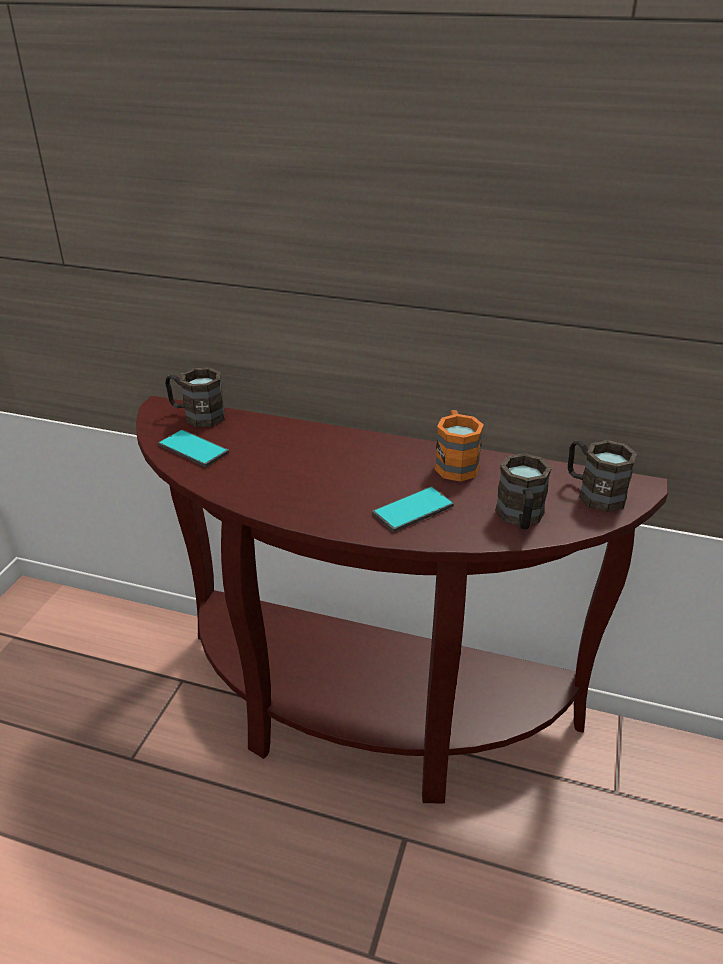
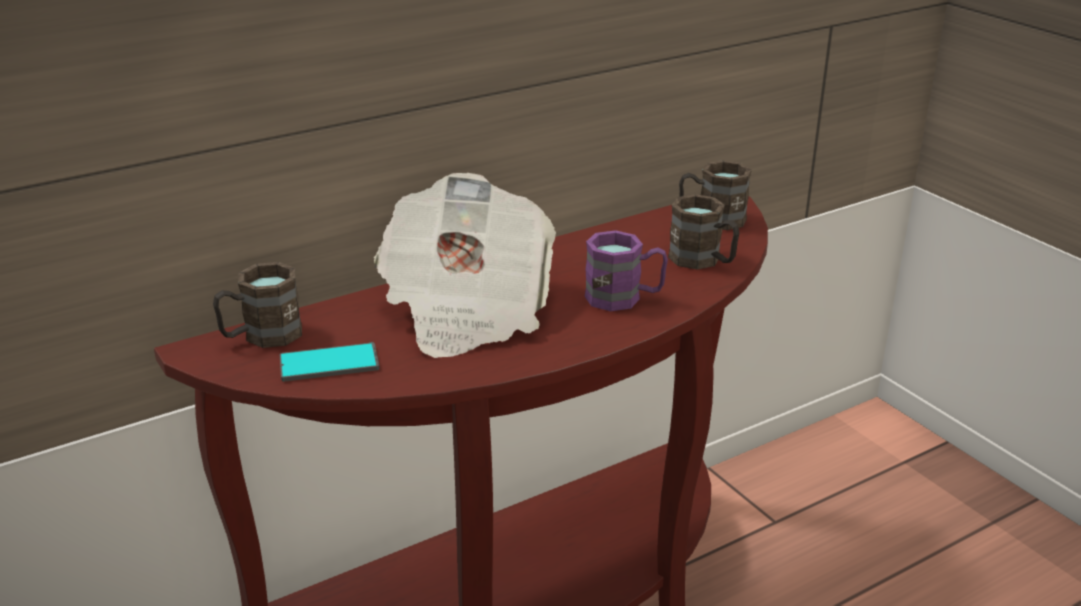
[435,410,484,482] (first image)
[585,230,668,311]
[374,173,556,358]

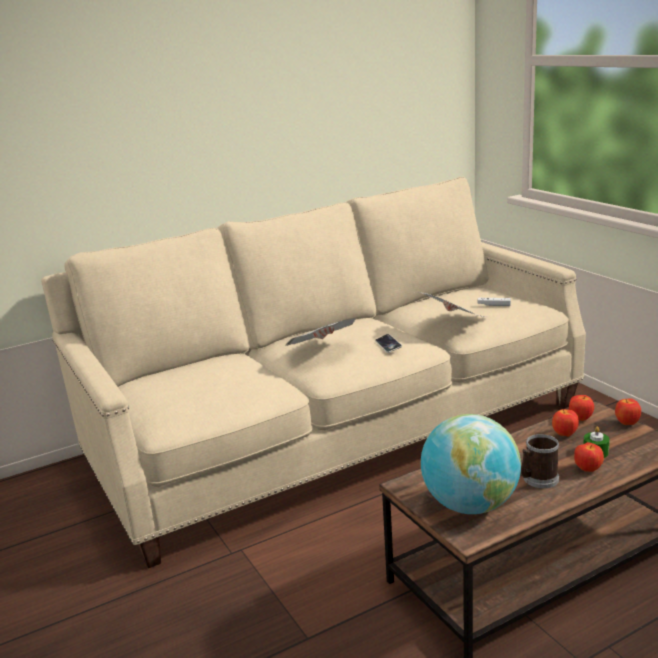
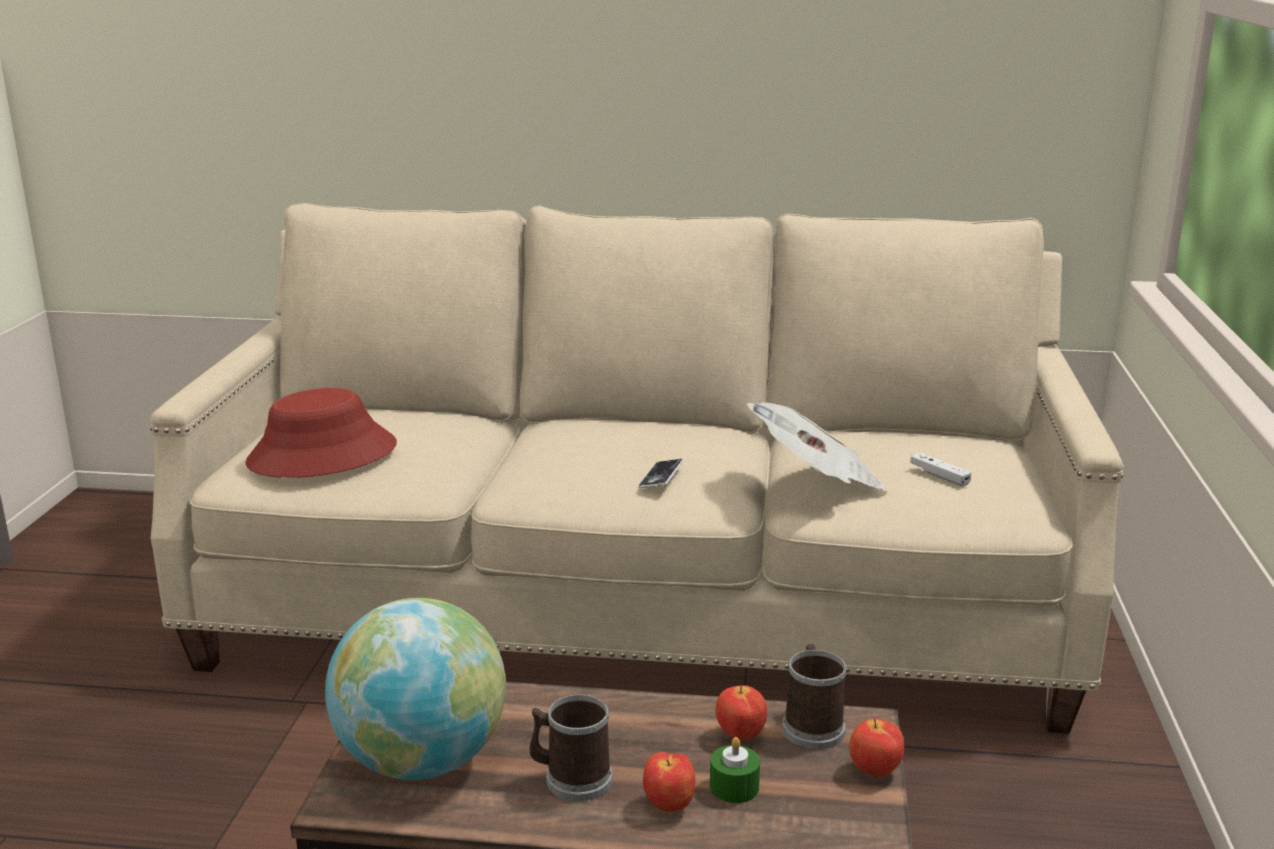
[285,318,356,346] (first image)
[782,644,847,749]
[245,388,397,478]

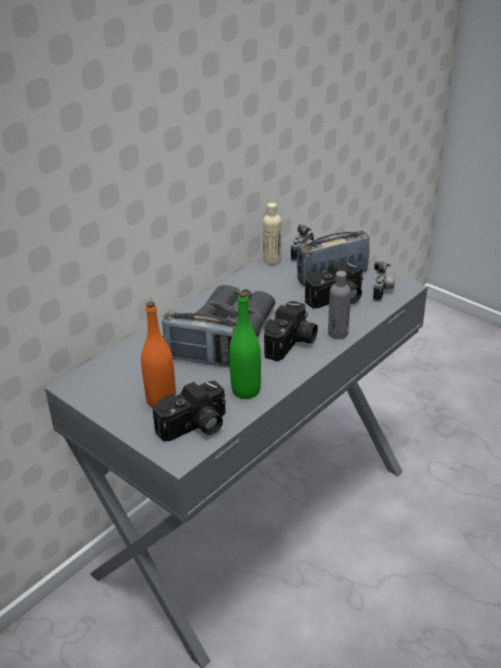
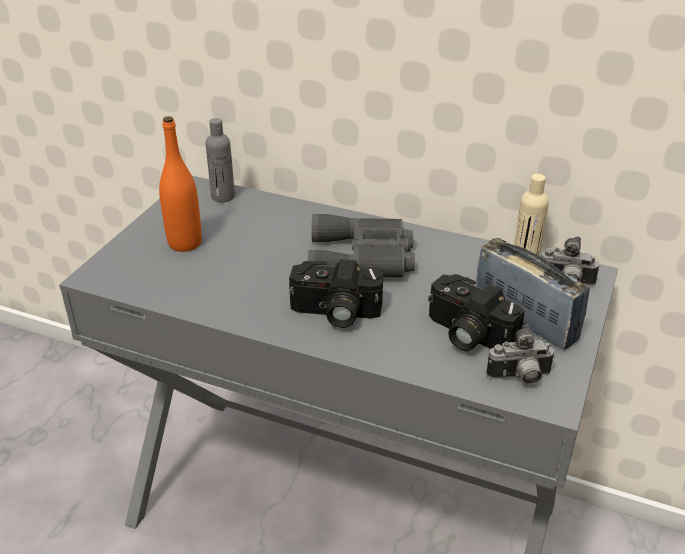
[205,118,235,202]
[229,291,261,399] (first image)
[162,312,238,367] (first image)
[152,381,226,442] (first image)

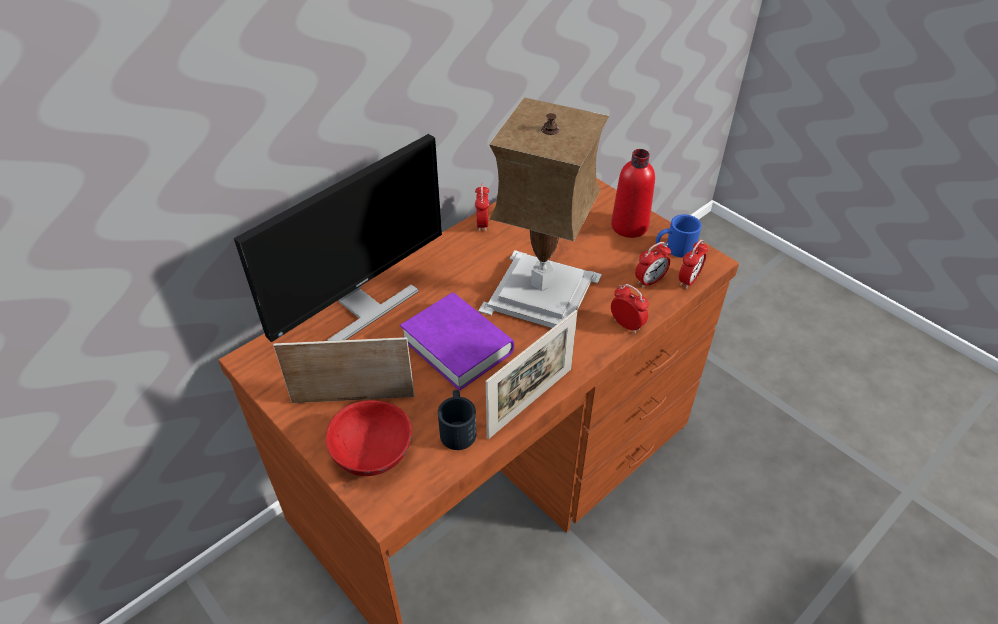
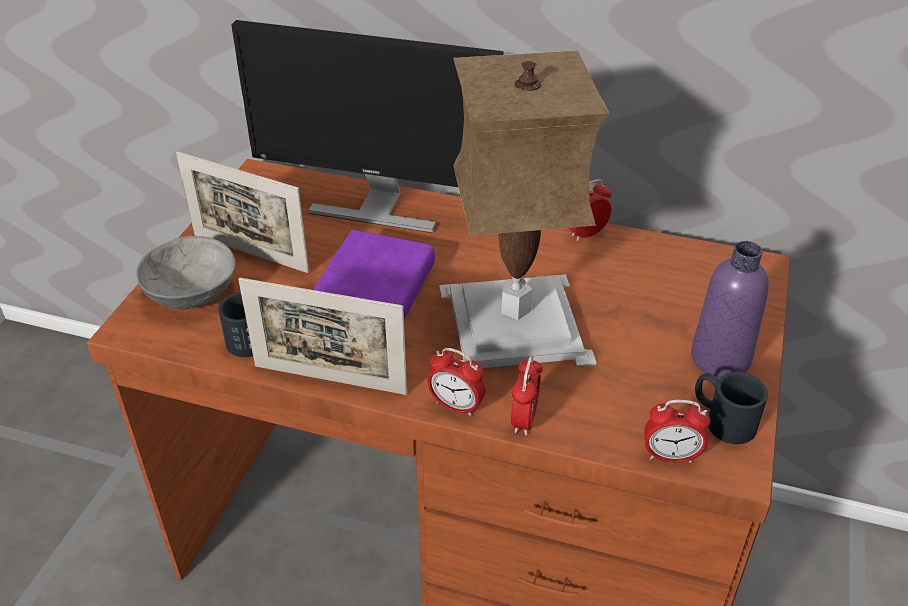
[691,241,769,378]
[695,372,768,444]
[428,348,485,417]
[176,151,309,273]
[137,236,236,309]

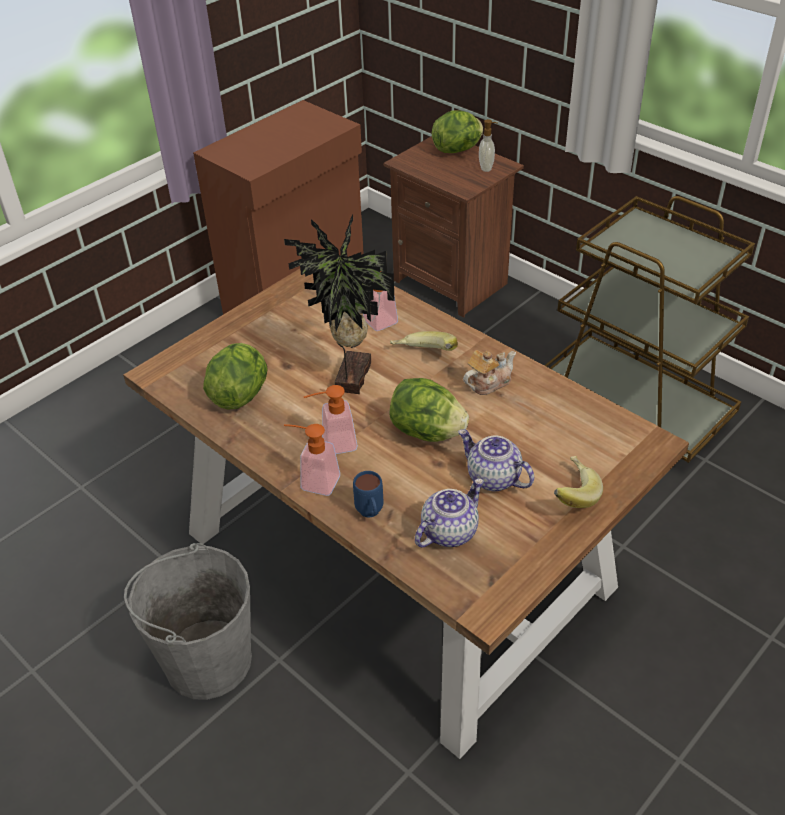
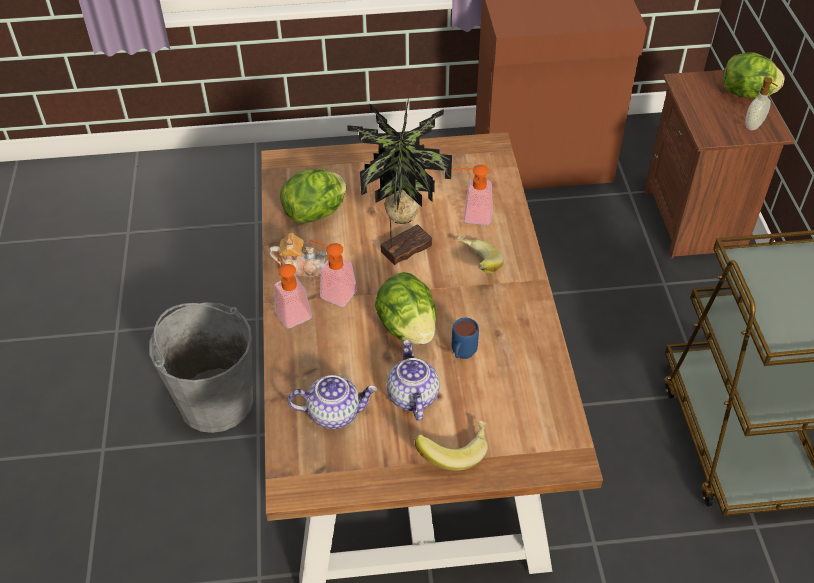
[269,233,327,278]
[452,318,479,359]

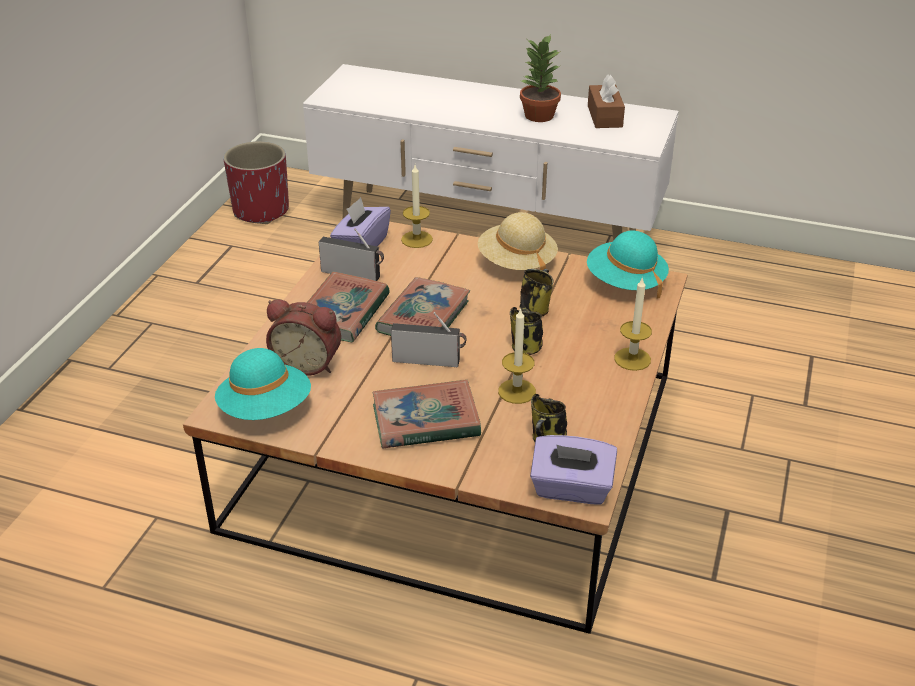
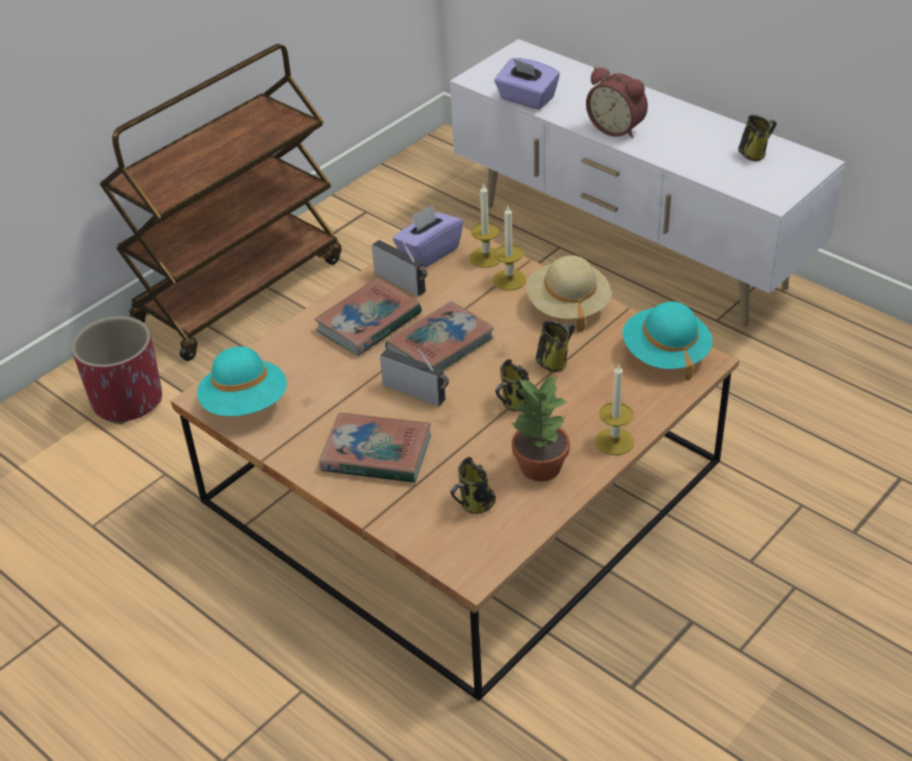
[511,375,570,482]
[738,115,777,161]
[71,316,162,424]
[586,67,648,138]
[493,206,526,290]
[494,58,560,110]
[100,44,341,361]

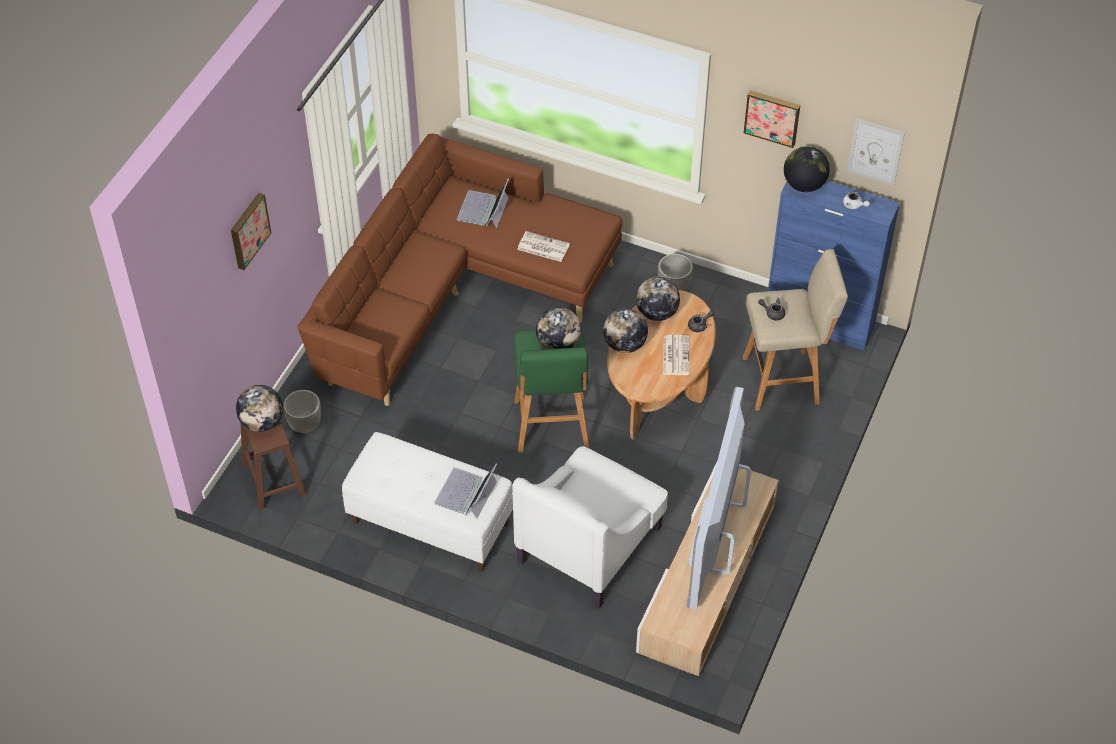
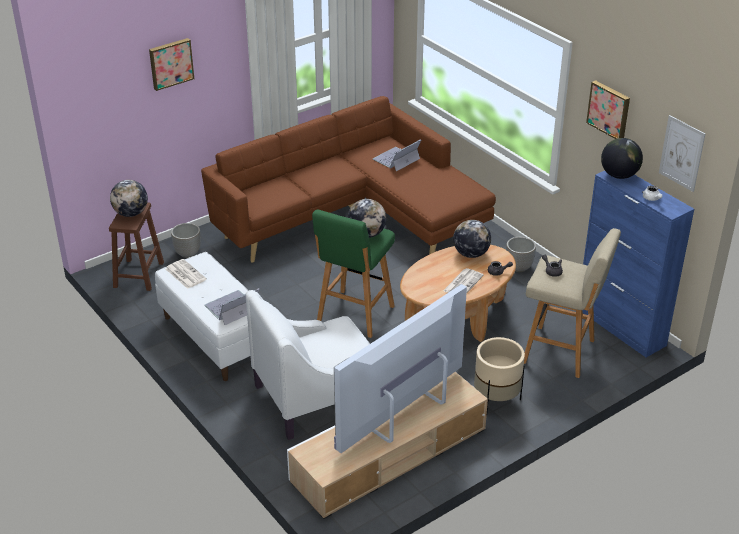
[166,259,207,289]
[603,308,648,353] (first image)
[474,337,525,411]

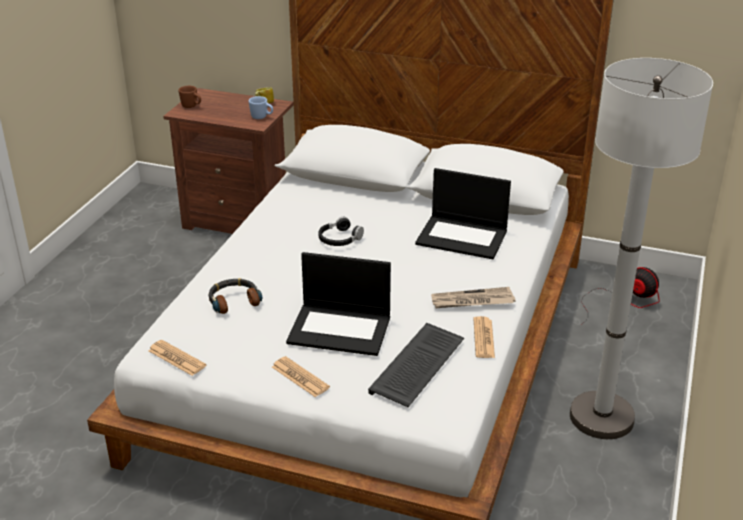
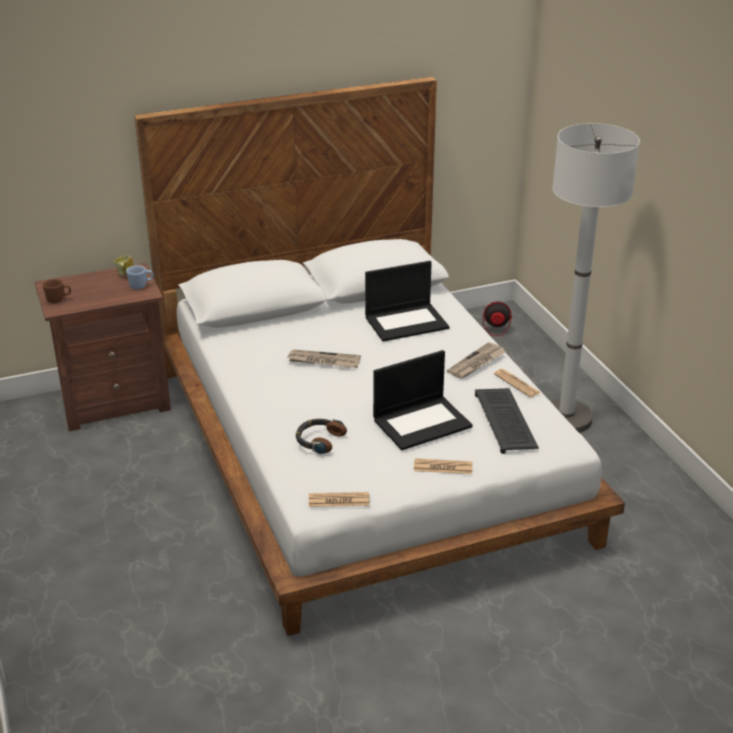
[286,350,361,368]

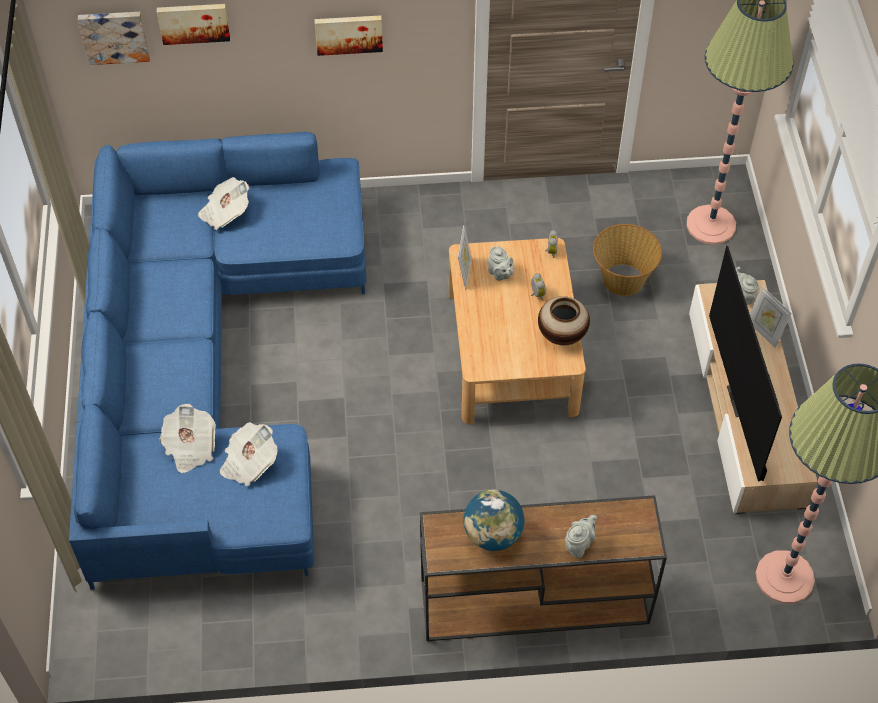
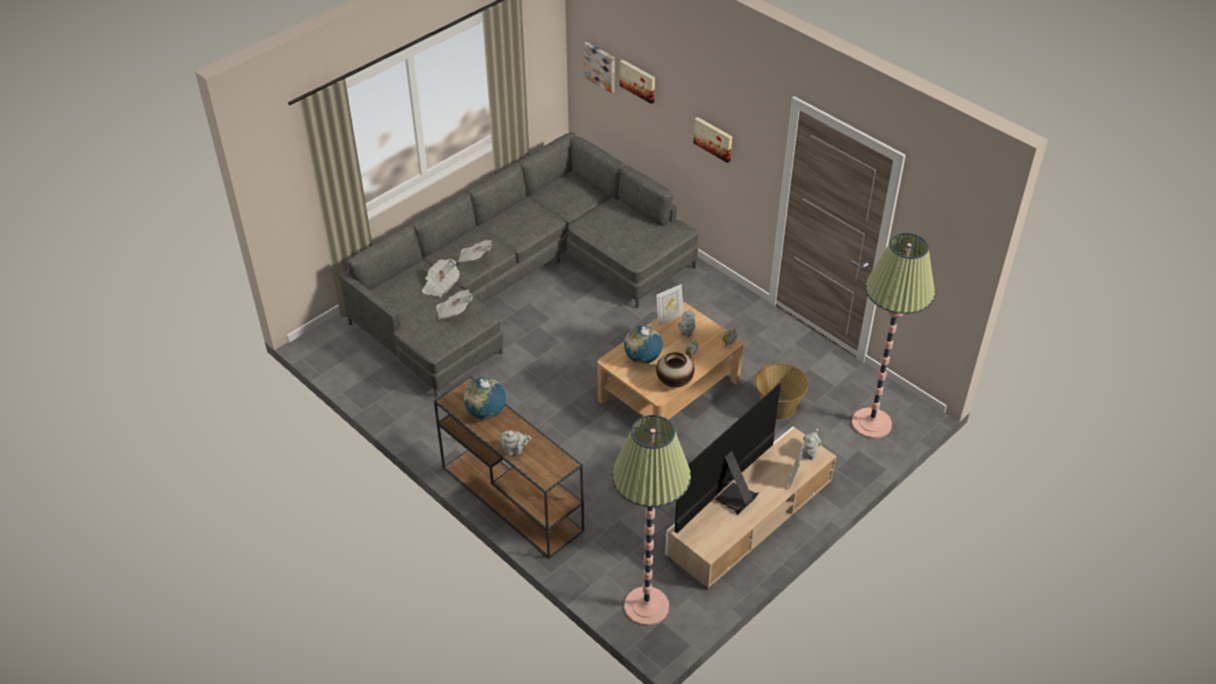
[339,132,698,397]
[458,240,492,262]
[624,326,662,364]

